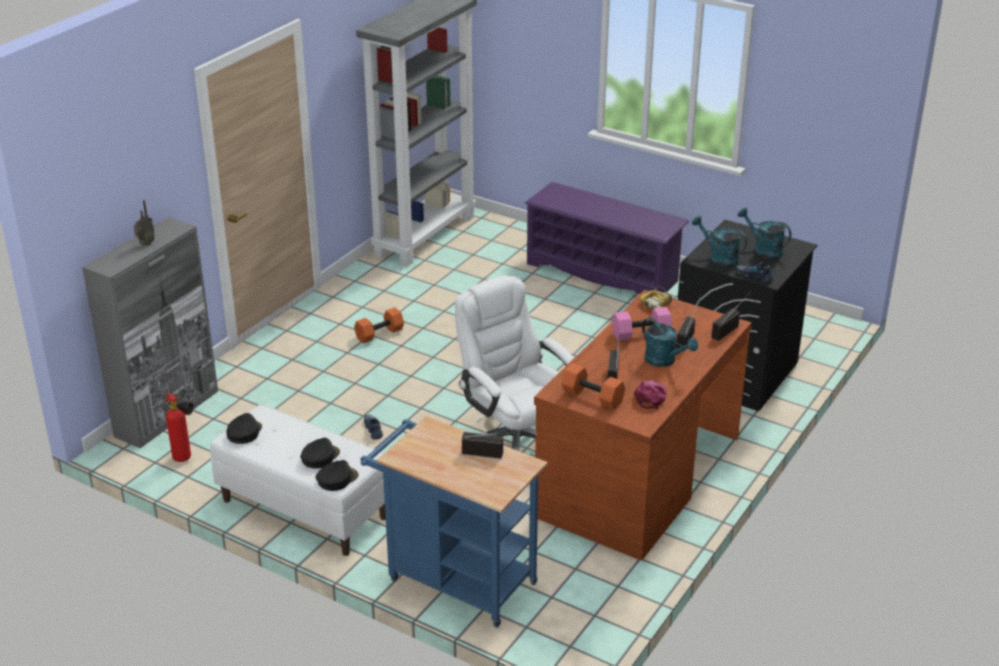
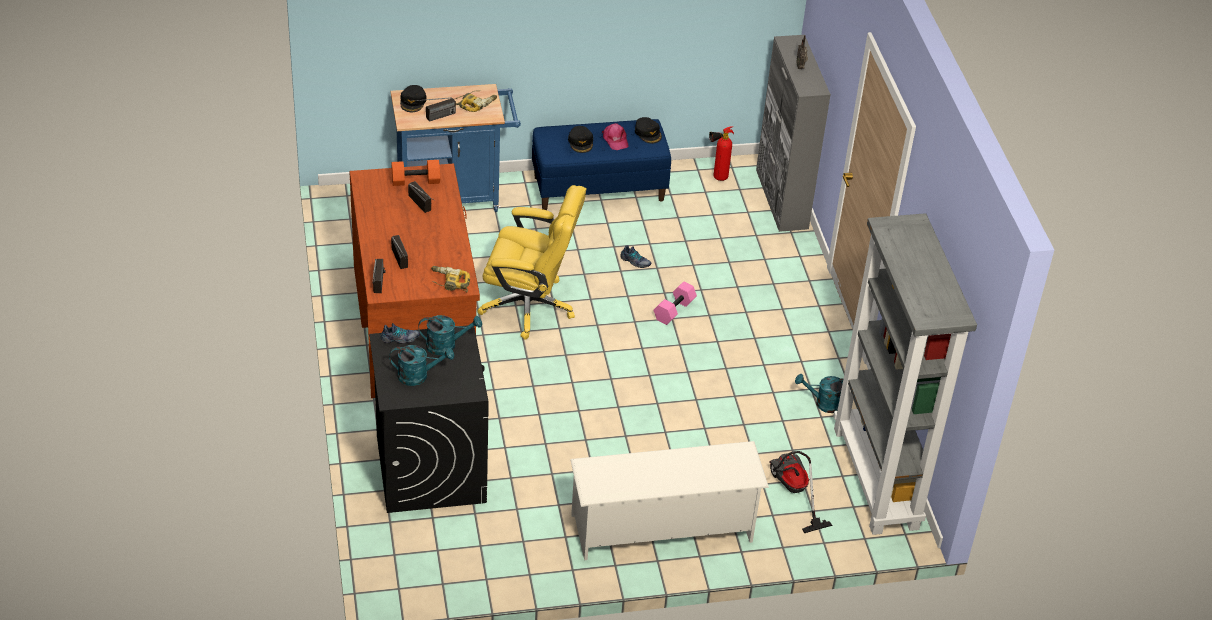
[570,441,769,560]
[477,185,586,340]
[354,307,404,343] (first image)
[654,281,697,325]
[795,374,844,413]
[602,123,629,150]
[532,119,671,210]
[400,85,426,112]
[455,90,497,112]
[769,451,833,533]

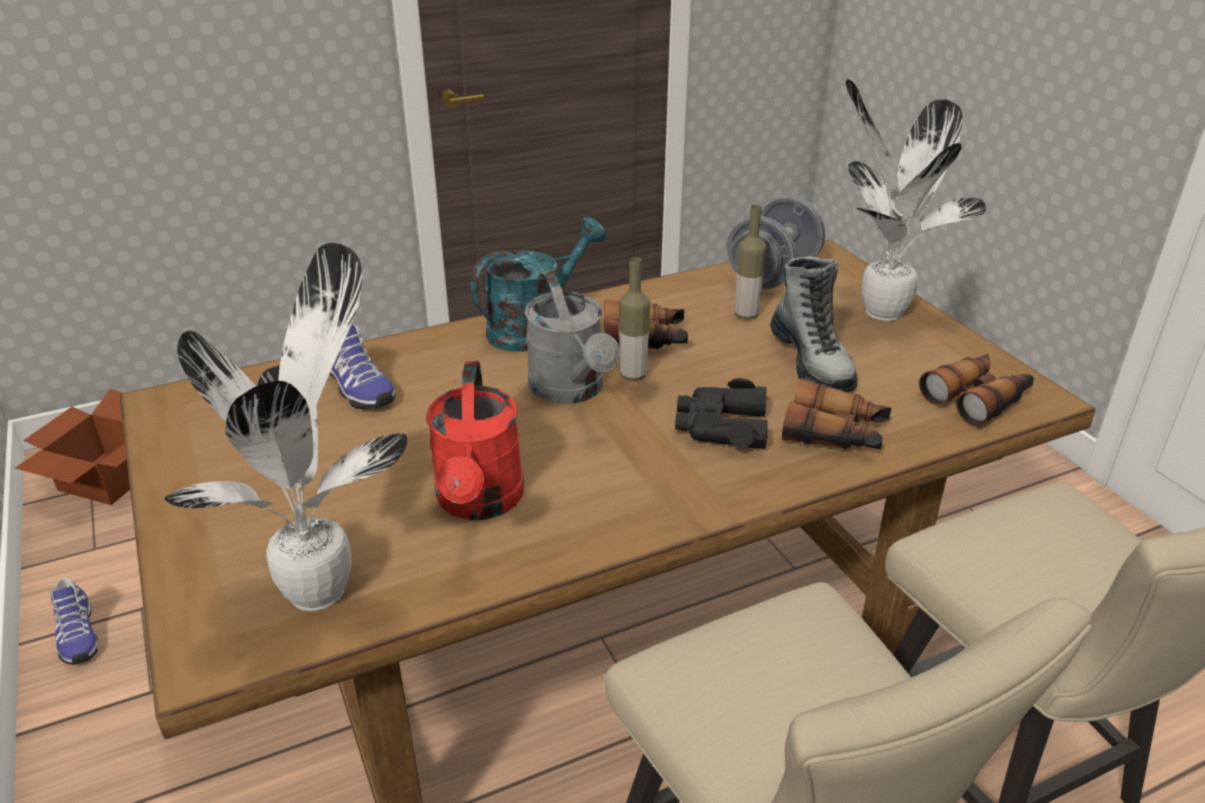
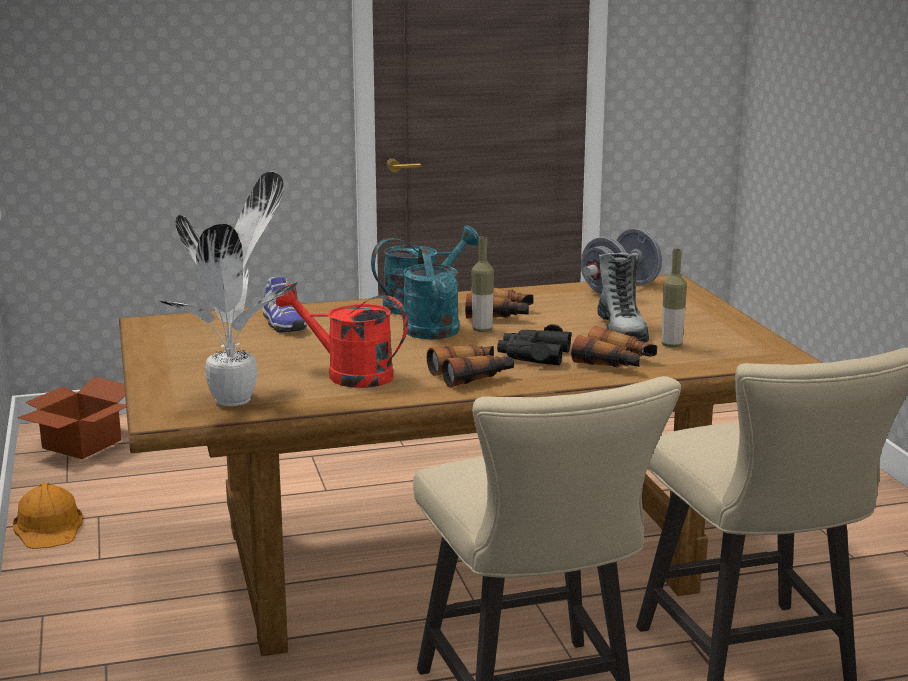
[846,79,986,321] (first image)
[661,249,687,348]
[403,248,459,339]
[427,344,514,388]
[276,283,408,388]
[13,483,83,549]

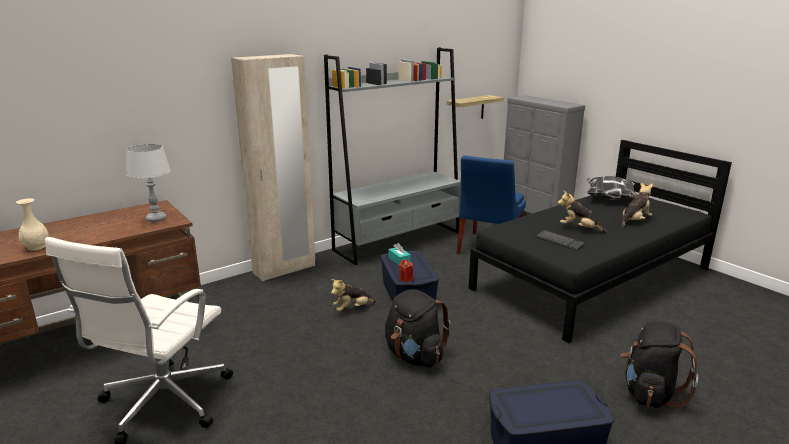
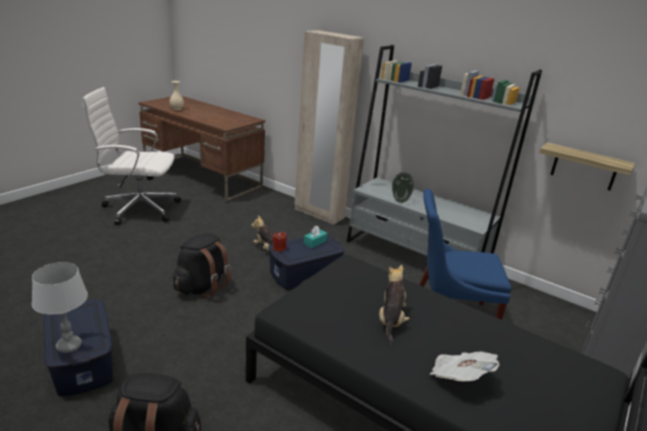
[32,262,88,353]
[586,176,637,200] (first image)
[430,351,499,381]
[535,230,586,251] (first image)
[392,173,415,203]

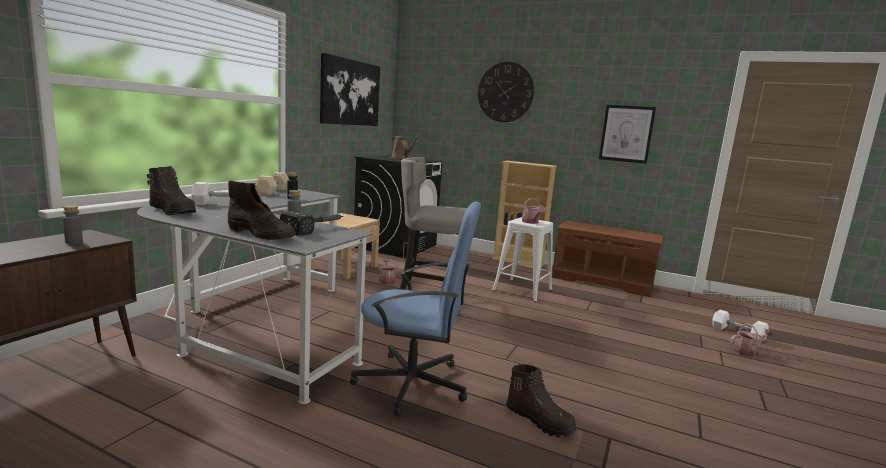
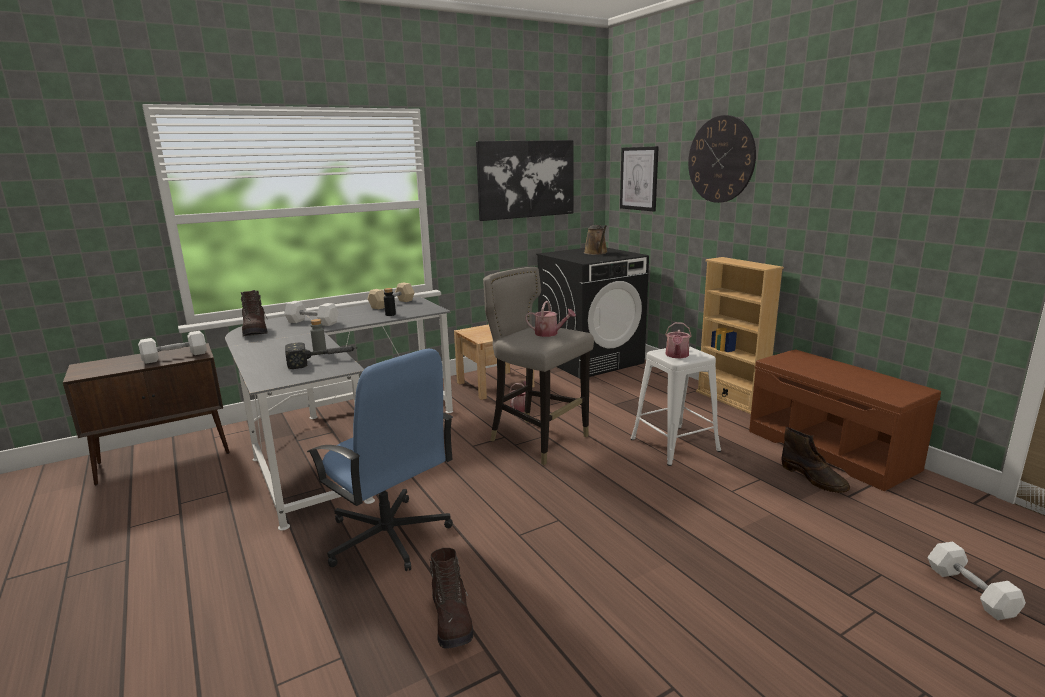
[620,146,659,212]
[782,427,850,493]
[138,331,207,364]
[525,301,576,337]

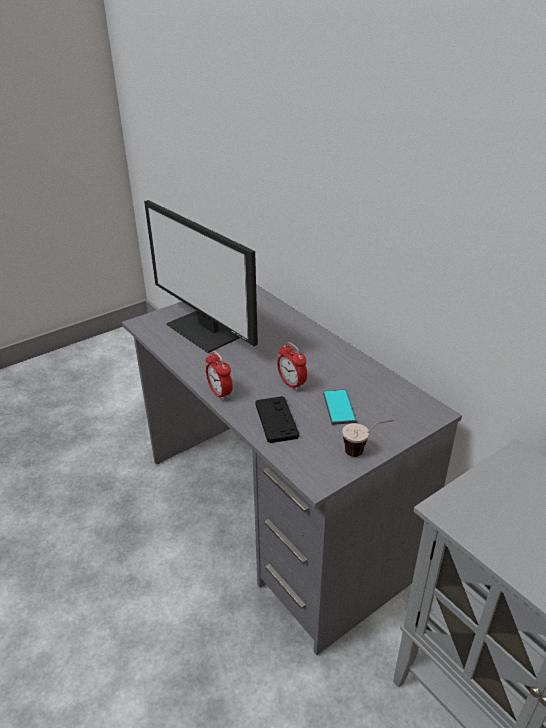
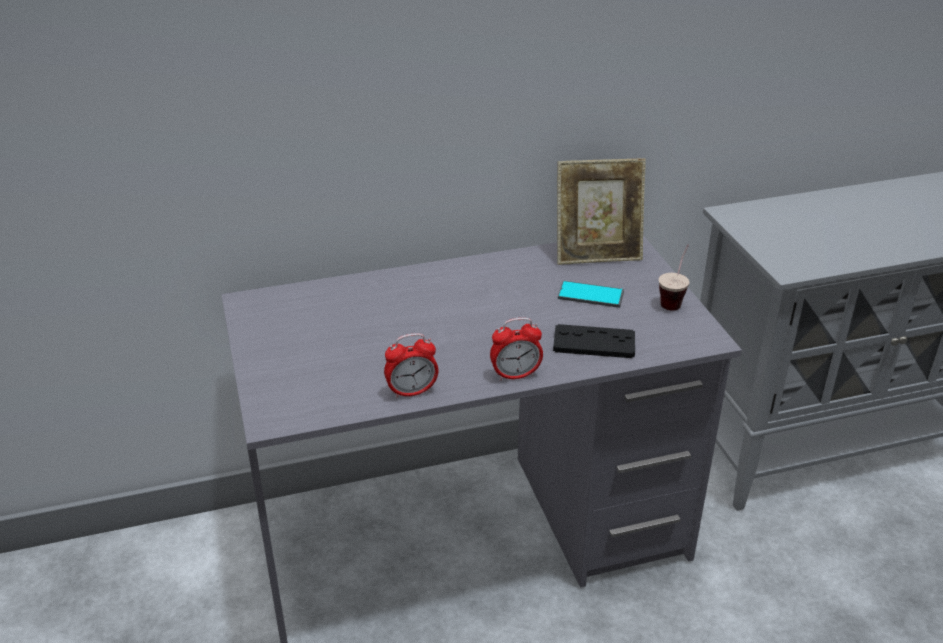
[144,200,258,353] (first image)
[384,333,438,399]
[557,159,646,265]

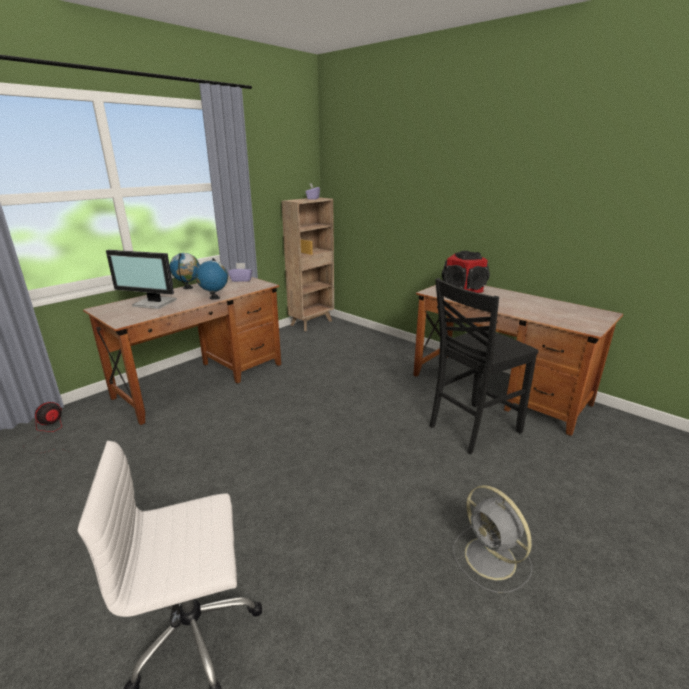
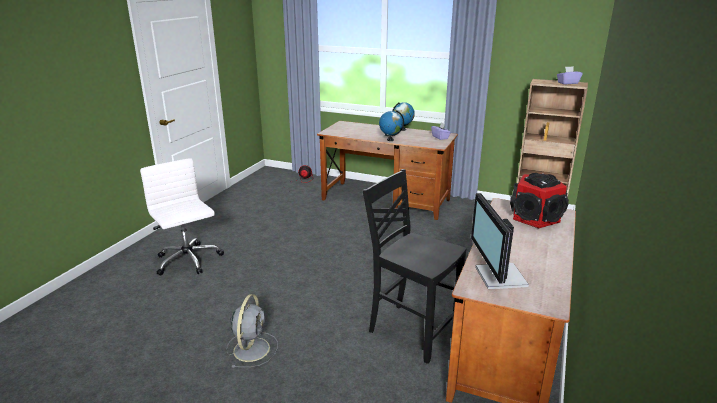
[471,193,529,289]
[226,294,278,368]

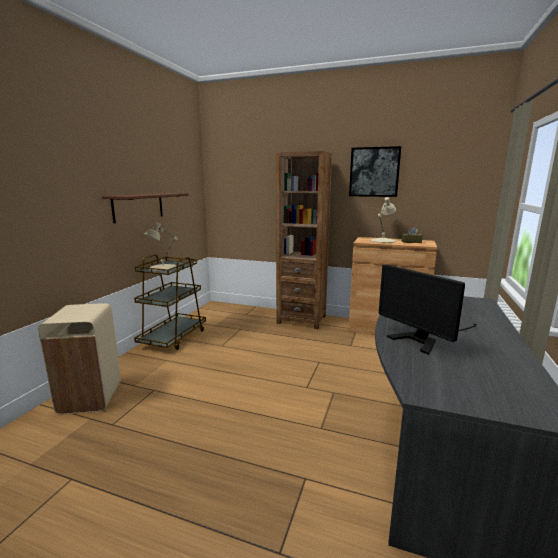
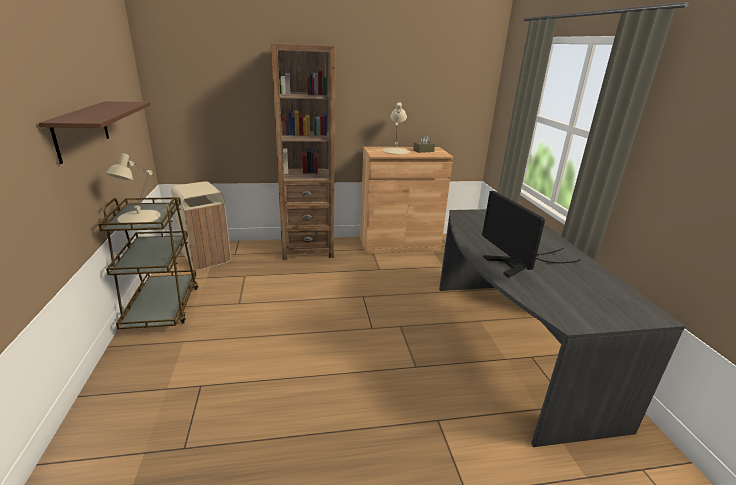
[349,146,401,197] (first image)
[482,191,580,278]
[171,181,231,270]

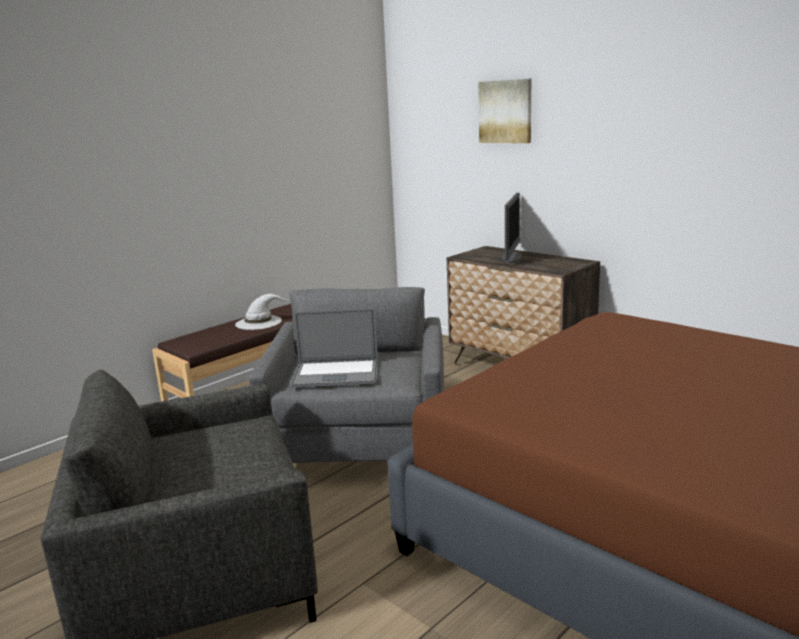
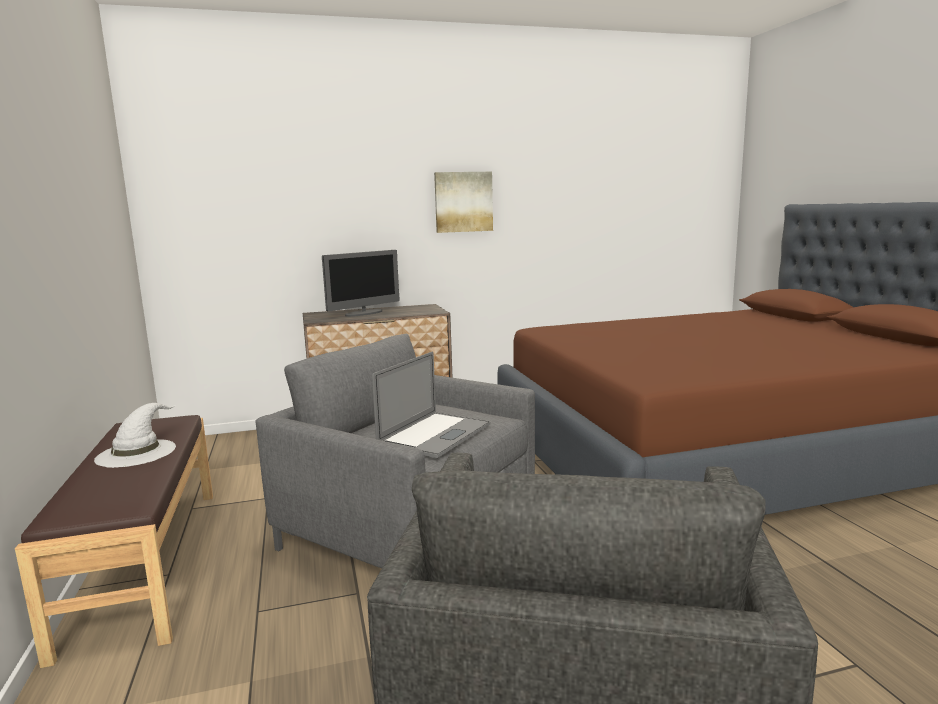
[434,172,493,233]
[322,250,400,317]

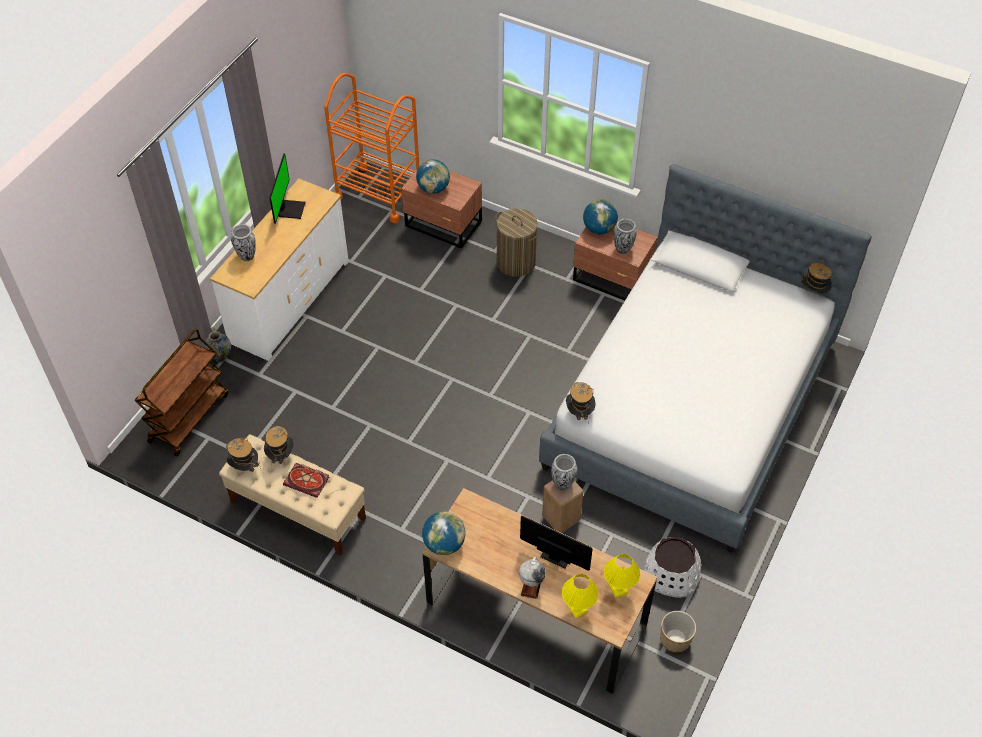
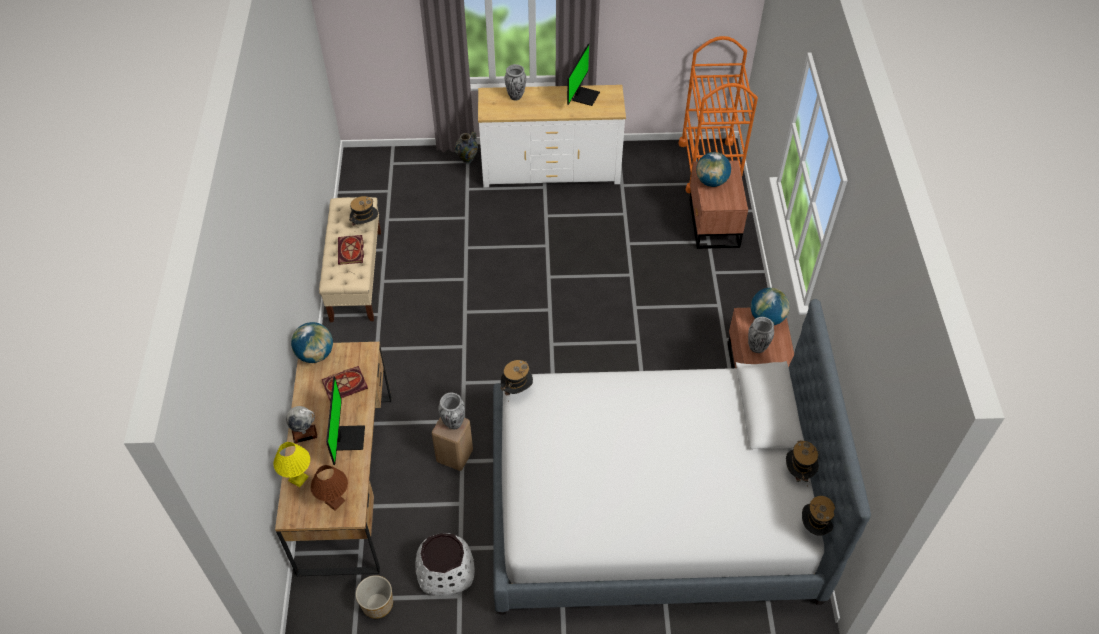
[567,44,600,106]
[495,208,538,277] (first image)
[135,328,228,456] (first image)
[786,440,820,486]
[311,465,348,511]
[322,366,368,402]

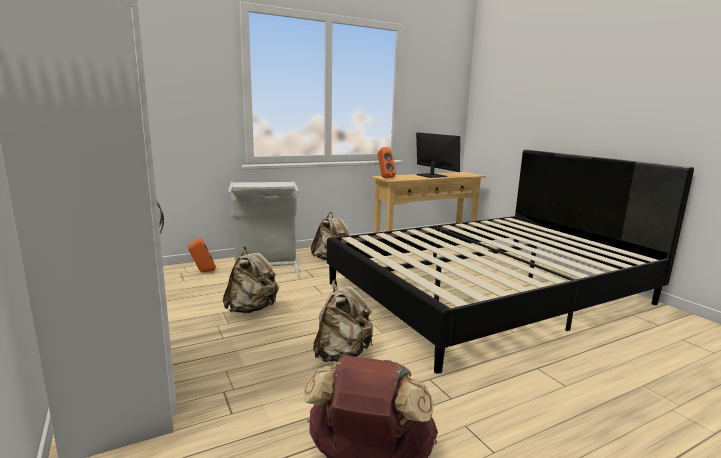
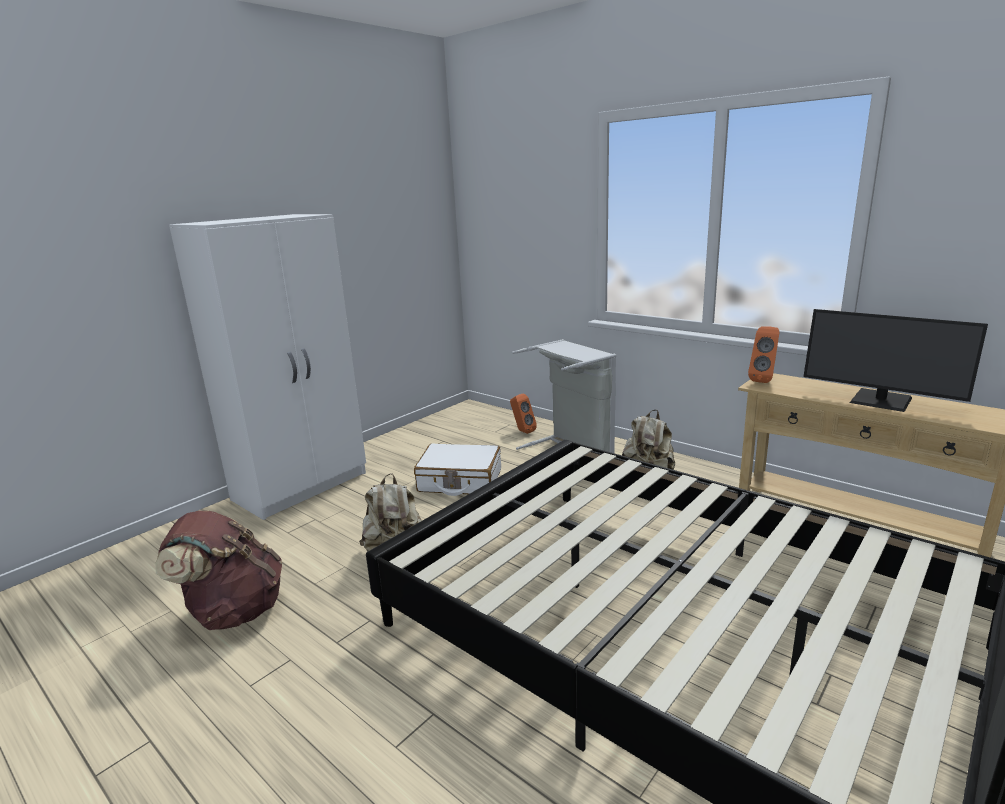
[803,309,988,412]
[414,443,501,496]

